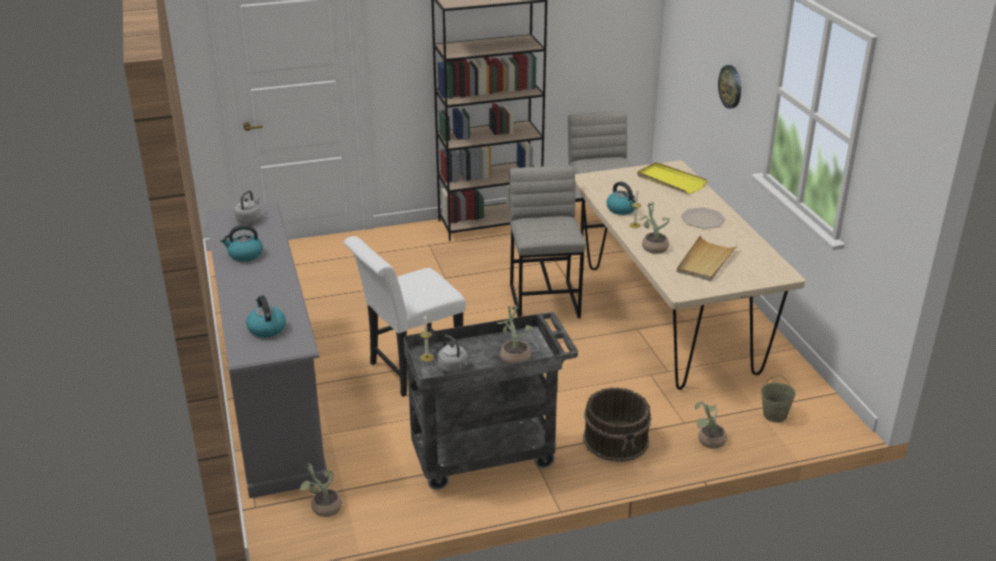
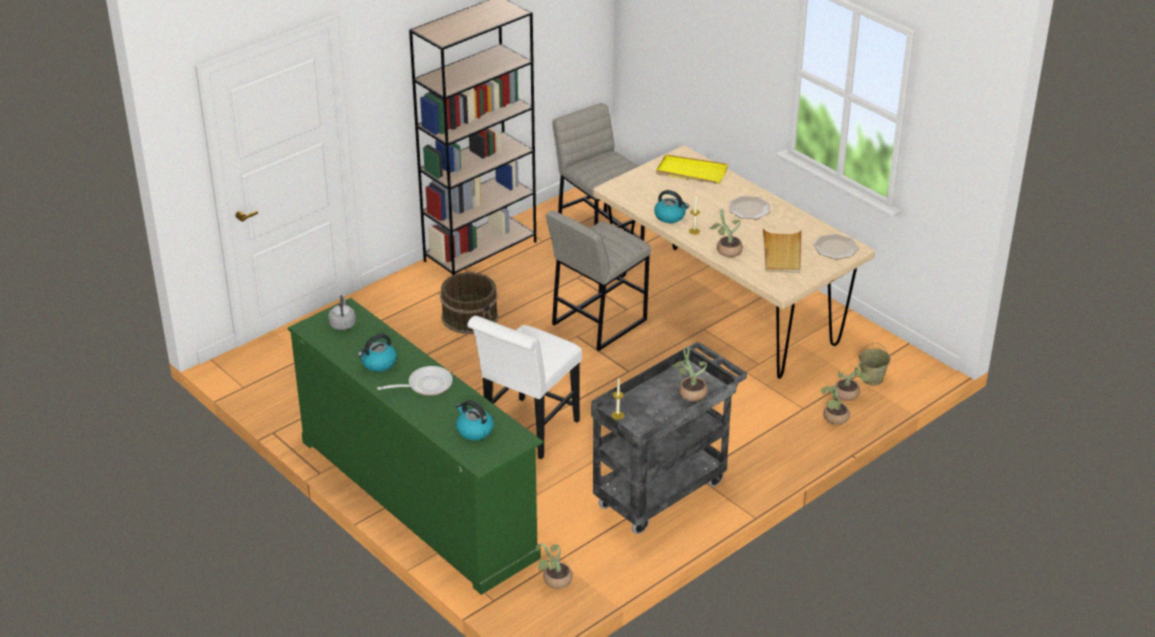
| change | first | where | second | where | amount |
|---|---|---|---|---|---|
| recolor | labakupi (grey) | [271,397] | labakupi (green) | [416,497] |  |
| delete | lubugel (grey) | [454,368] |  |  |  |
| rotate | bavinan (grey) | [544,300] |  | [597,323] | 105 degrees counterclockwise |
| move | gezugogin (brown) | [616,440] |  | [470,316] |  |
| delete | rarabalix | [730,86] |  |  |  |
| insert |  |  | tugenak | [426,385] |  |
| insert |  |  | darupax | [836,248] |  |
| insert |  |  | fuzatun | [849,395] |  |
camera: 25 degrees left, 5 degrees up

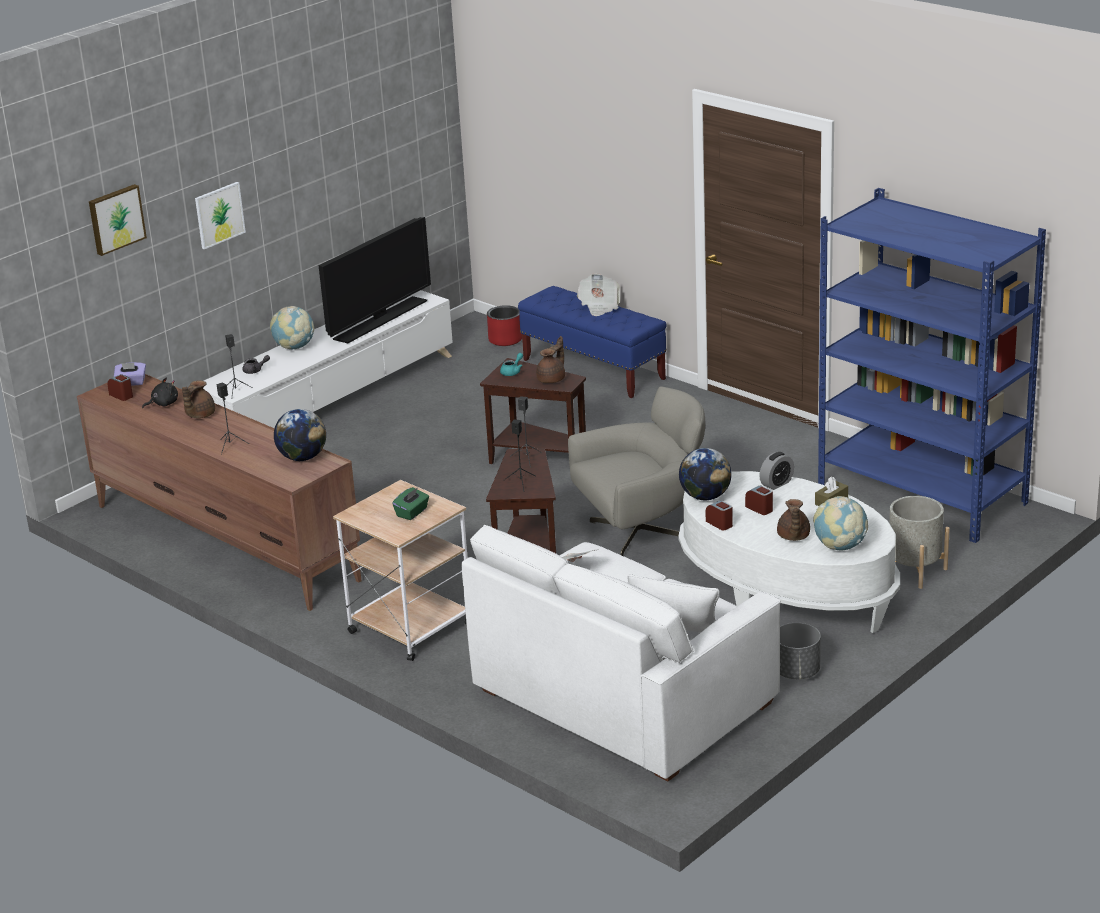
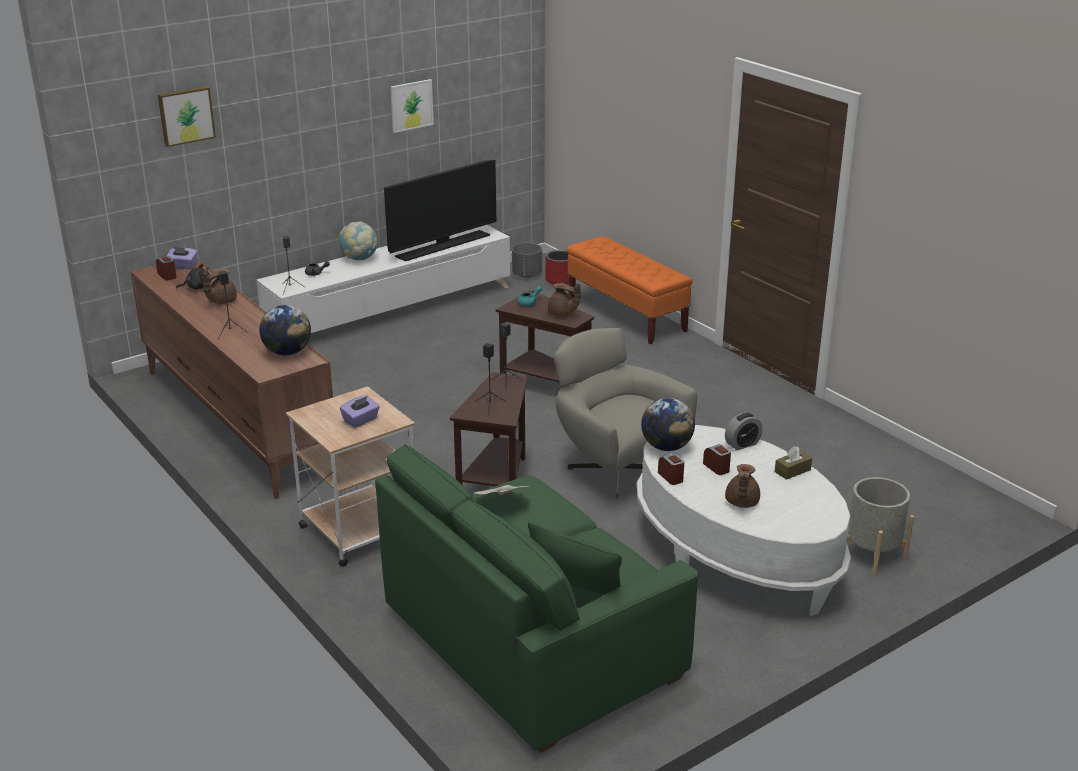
| change | first | where | second | where | amount |
|---|---|---|---|---|---|
| move | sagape | [219,215] |  | [411,105] |  |
| recolor | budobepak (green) | [412,513] | budobepak (purple) | [361,420] |  |
| recolor | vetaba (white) | [624,697] | vetaba (green) | [532,643] |  |
| recolor | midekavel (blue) | [594,370] | midekavel (orange) | [626,315] |  |
| rotate | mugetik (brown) | [552,379] |  | [562,314] | 75 degrees clockwise |
| rotate | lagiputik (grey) | [642,529] |  | [615,468] | 120 degrees counterclockwise |
| delete | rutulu | [599,306] |  |  |  |
| move | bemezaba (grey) | [796,672] |  | [526,275] |  |
| delete | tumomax | [840,546] |  |  |  |
| delete | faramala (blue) | [922,494] |  |  |  |
camera: 10 degrees right, 0 degrees up

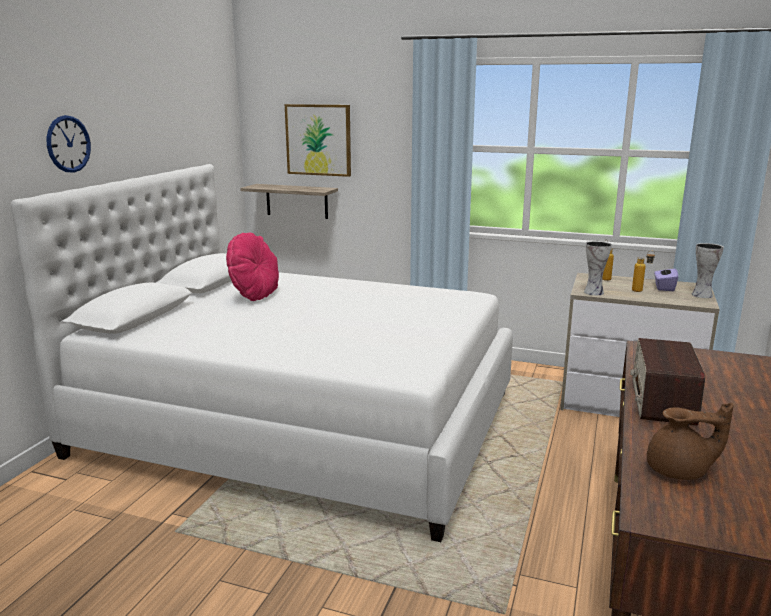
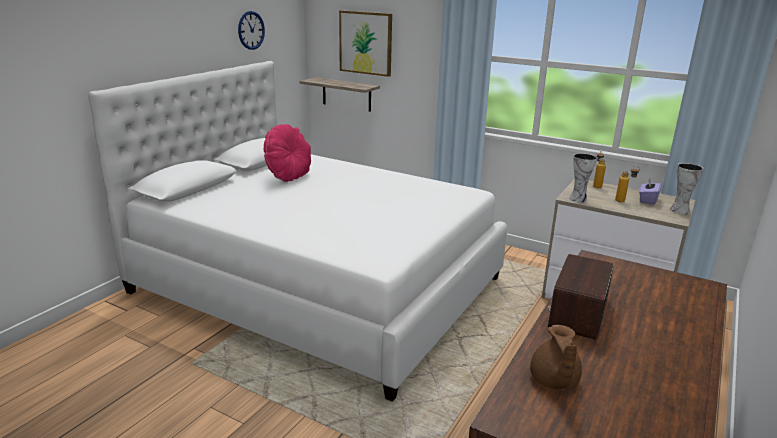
| change | first | where | second | where | amount |
|---|---|---|---|---|---|
| move | rarabalix | [68,144] |  | [251,30] |  |
| rotate | mugetik (brown) | [679,471] |  | [553,381] | 75 degrees clockwise |
camera: 10 degrees right, 5 degrees up

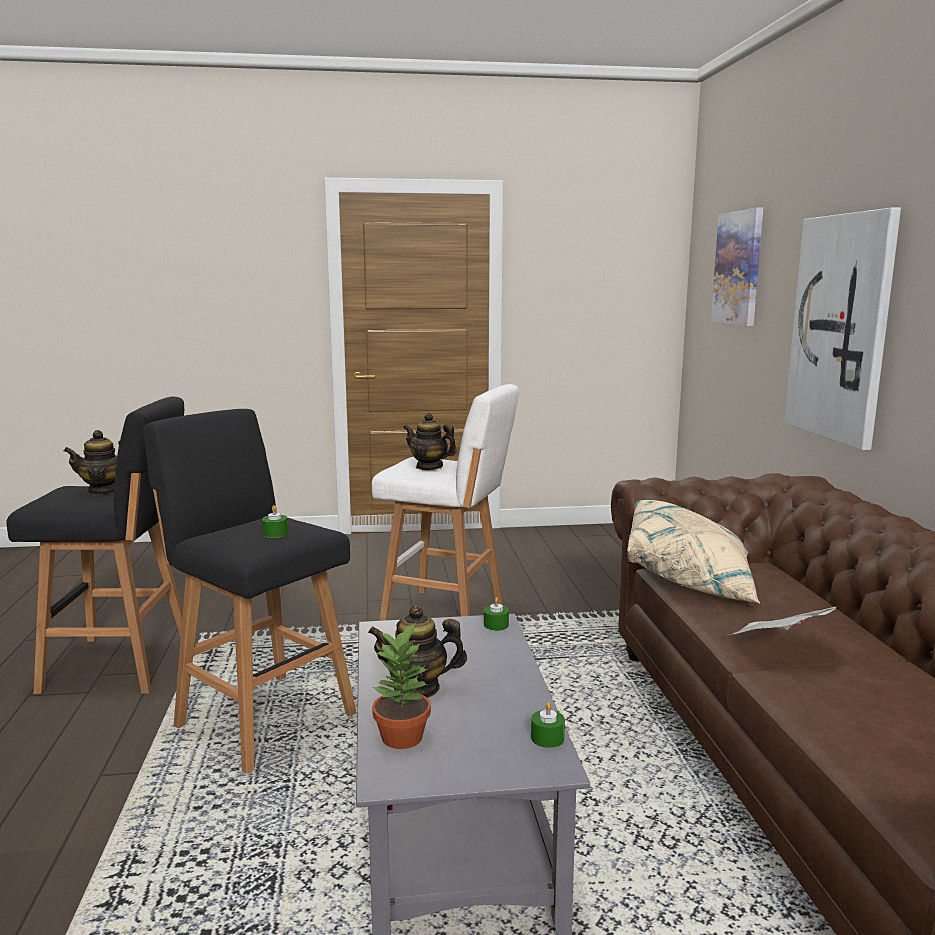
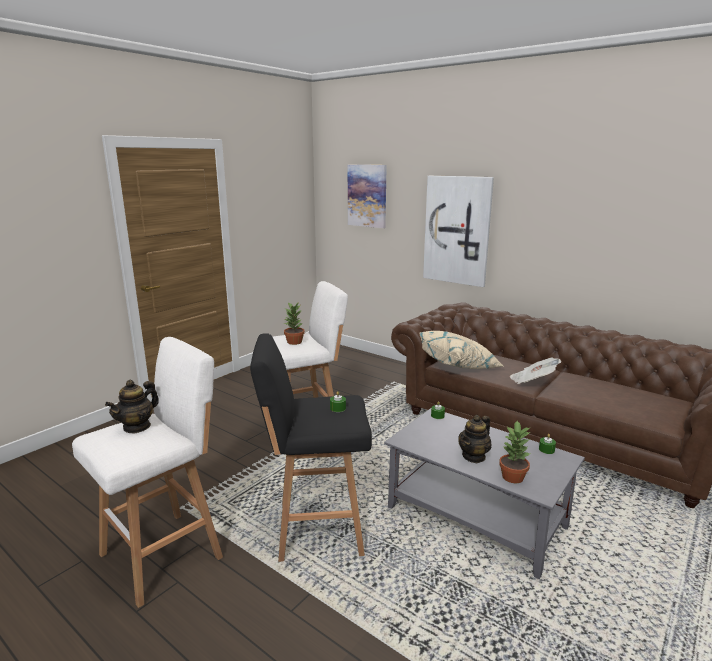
| change | first | where | second | where | amount |
|---|---|---|---|---|---|
| recolor | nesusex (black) | [123,664] | nesusex (white) | [165,553] |  |
| replace | mugetik | [429,467] | fuzatun | [294,342] |  |
camera: 45 degrees left, 5 degrees up

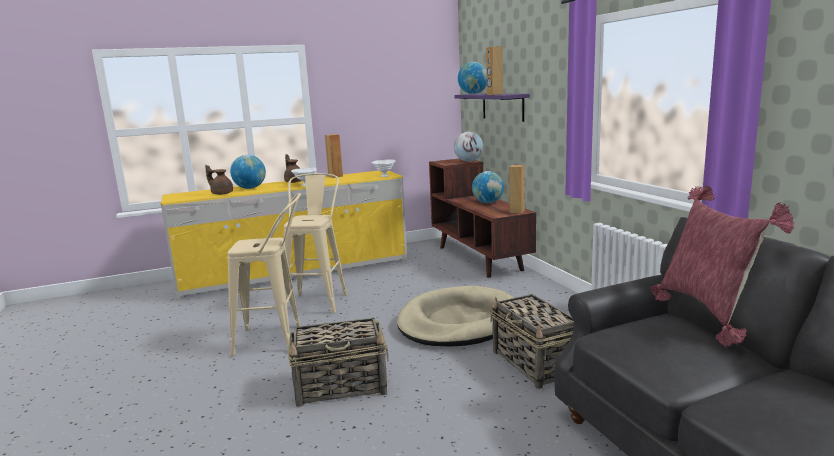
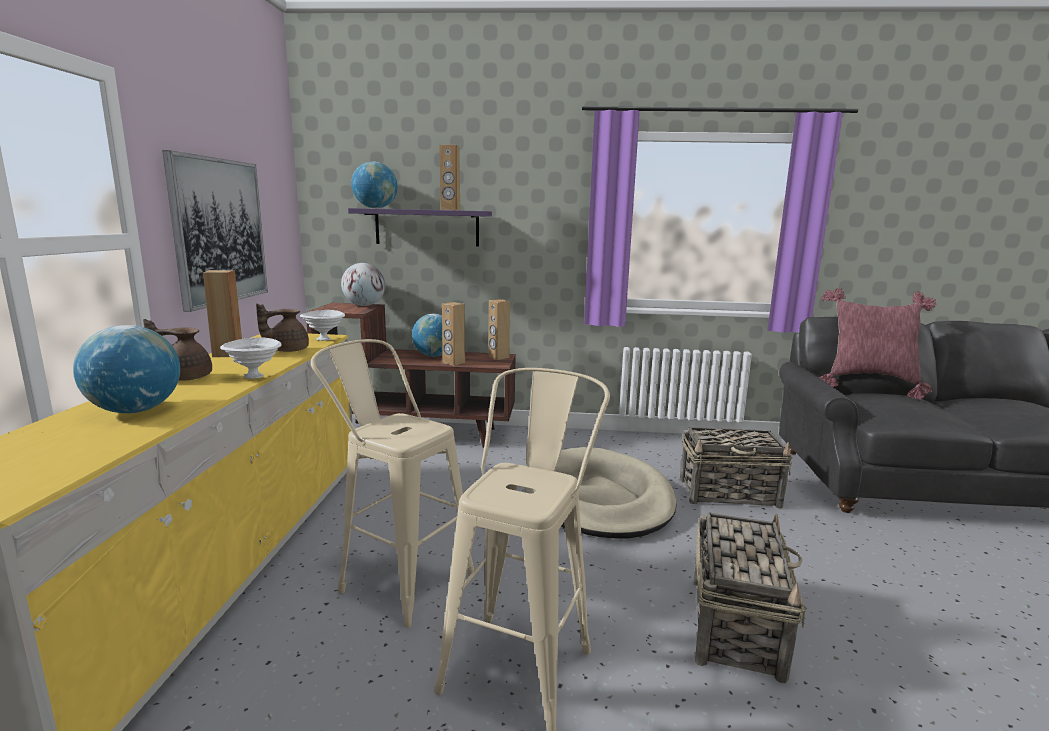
| change | first | where | second | where | amount |
|---|---|---|---|---|---|
| move | mugetik (brown) | [221,193] |  | [287,350] |  |
| insert |  |  | sagape | [219,231] |  |
| insert |  |  | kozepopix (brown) | [453,362] |  |
camera: 65 degrees left, 0 degrees up

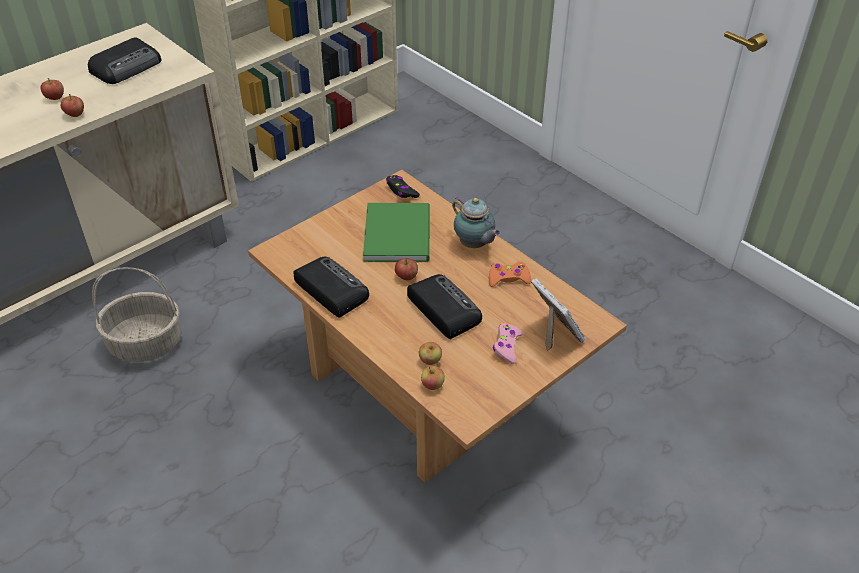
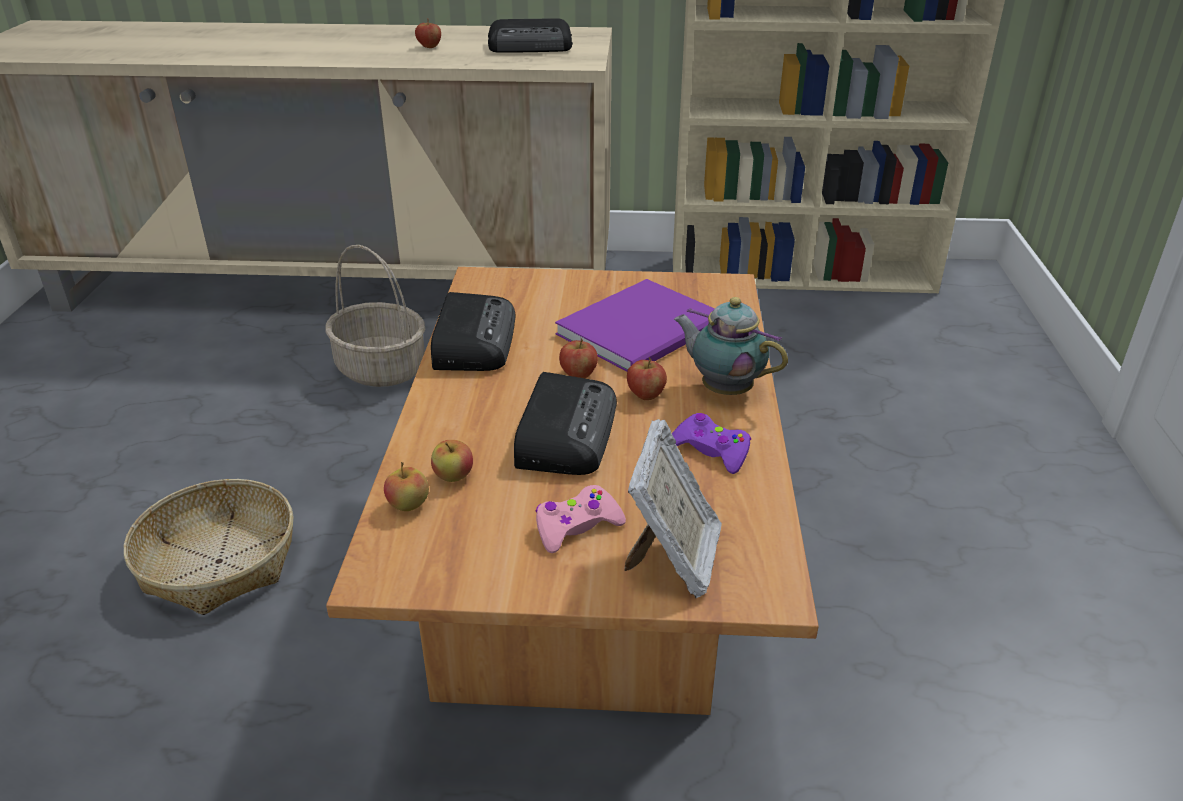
| change | first | where | second | where | amount |
|---|---|---|---|---|---|
| move | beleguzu | [75,115] |  | [645,395] |  |
| recolor | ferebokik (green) | [399,233] | ferebokik (purple) | [646,329] |  |
| delete | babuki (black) | [401,191] |  |  |  |
| rotate | mugetik | [474,245] |  | [723,389] | 120 degrees clockwise |
| recolor | babuki (orange) | [508,278] | babuki (purple) | [711,450] |  |
| insert |  |  | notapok | [218,561] |  |
camera: 45 degrees right, 10 degrees down

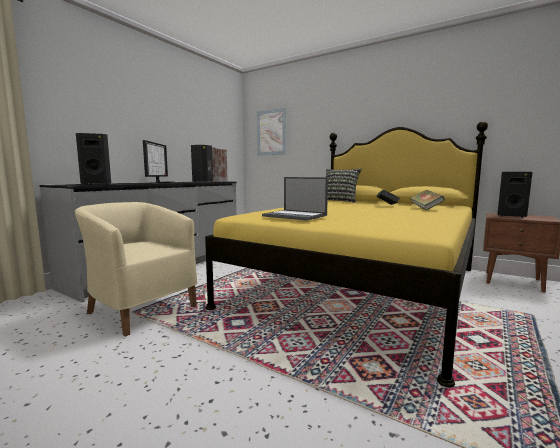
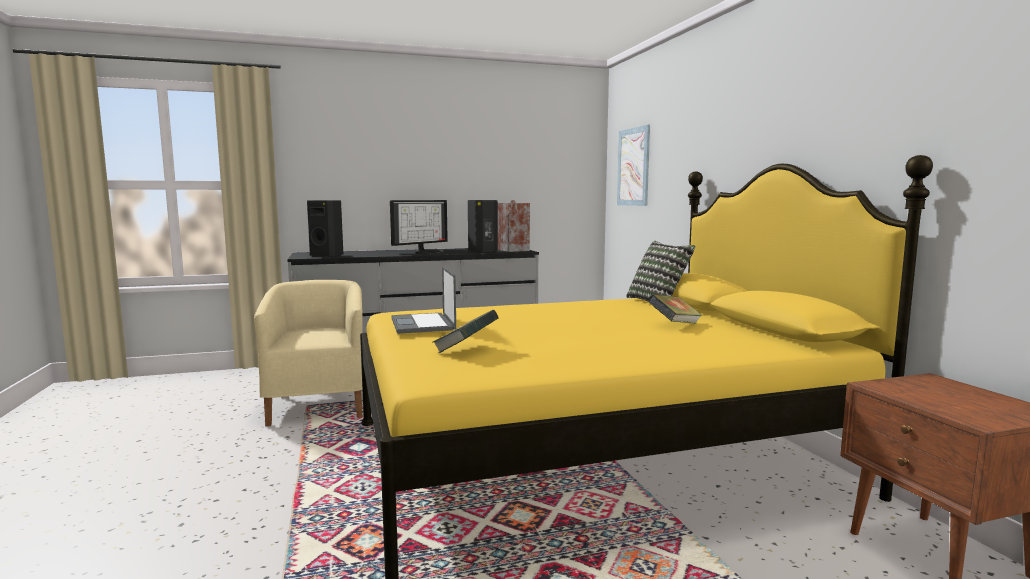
| change | first | where | second | where | amount |
|---|---|---|---|---|---|
| move | ferebokik | [425,209] |  | [466,349] |  |
| delete | kozepopix (black) | [510,216] |  |  |  |
camera: 40 degrees right, 0 degrees up

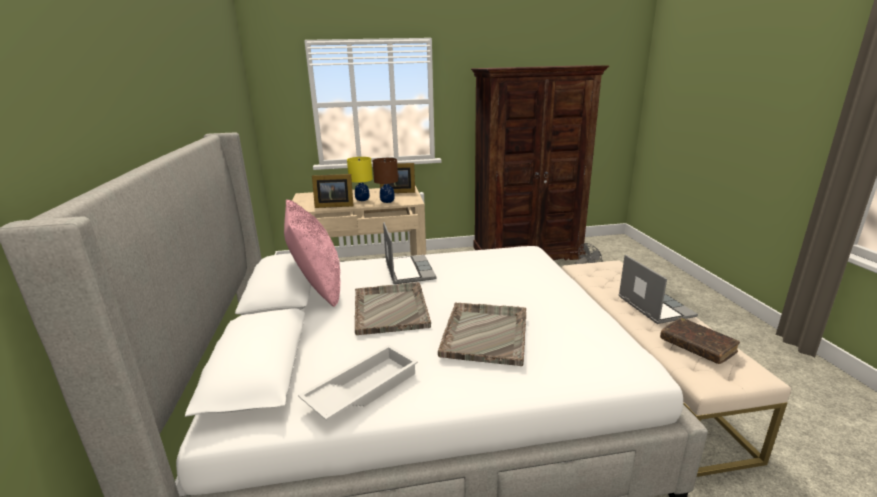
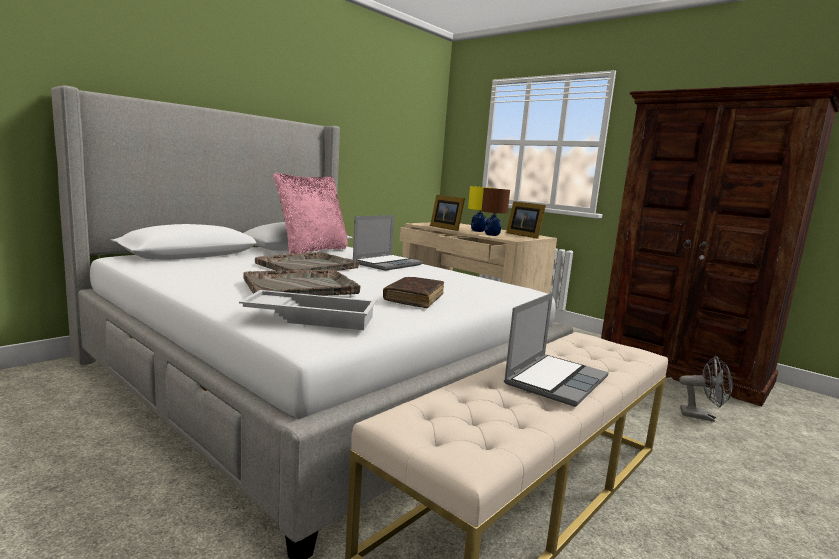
| change | first | where | second | where | amount |
|---|---|---|---|---|---|
| move | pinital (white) | [362,388] |  | [311,317] |  |
| move | ferebokik (brown) | [697,346] |  | [414,299] |  |
camera: 50 degrees right, 10 degrees down

